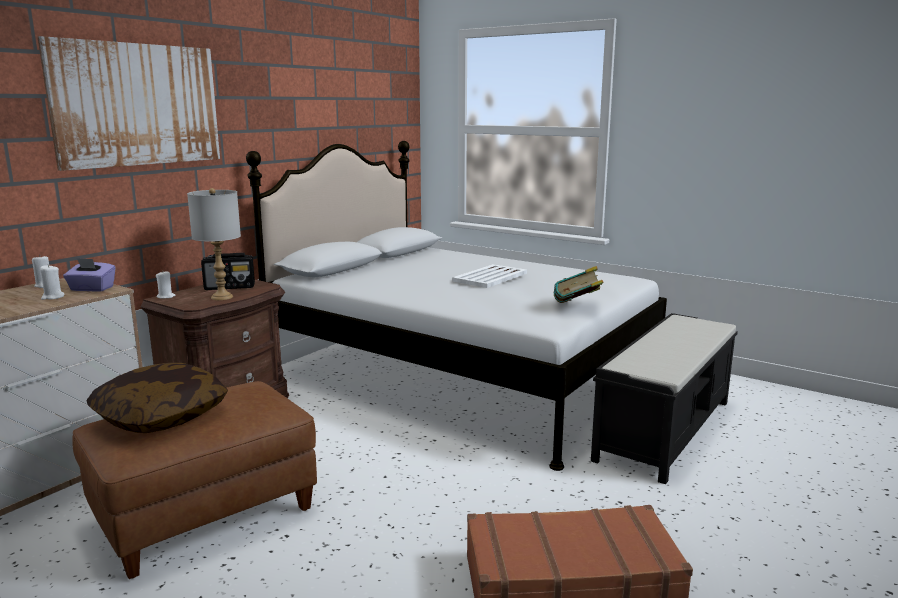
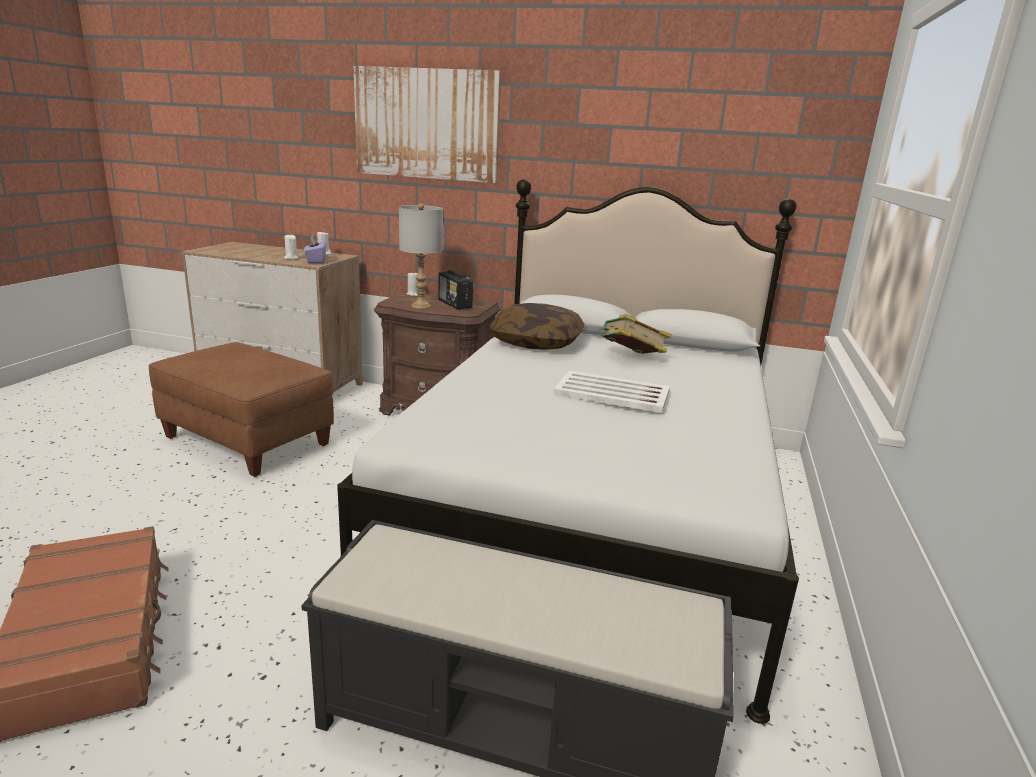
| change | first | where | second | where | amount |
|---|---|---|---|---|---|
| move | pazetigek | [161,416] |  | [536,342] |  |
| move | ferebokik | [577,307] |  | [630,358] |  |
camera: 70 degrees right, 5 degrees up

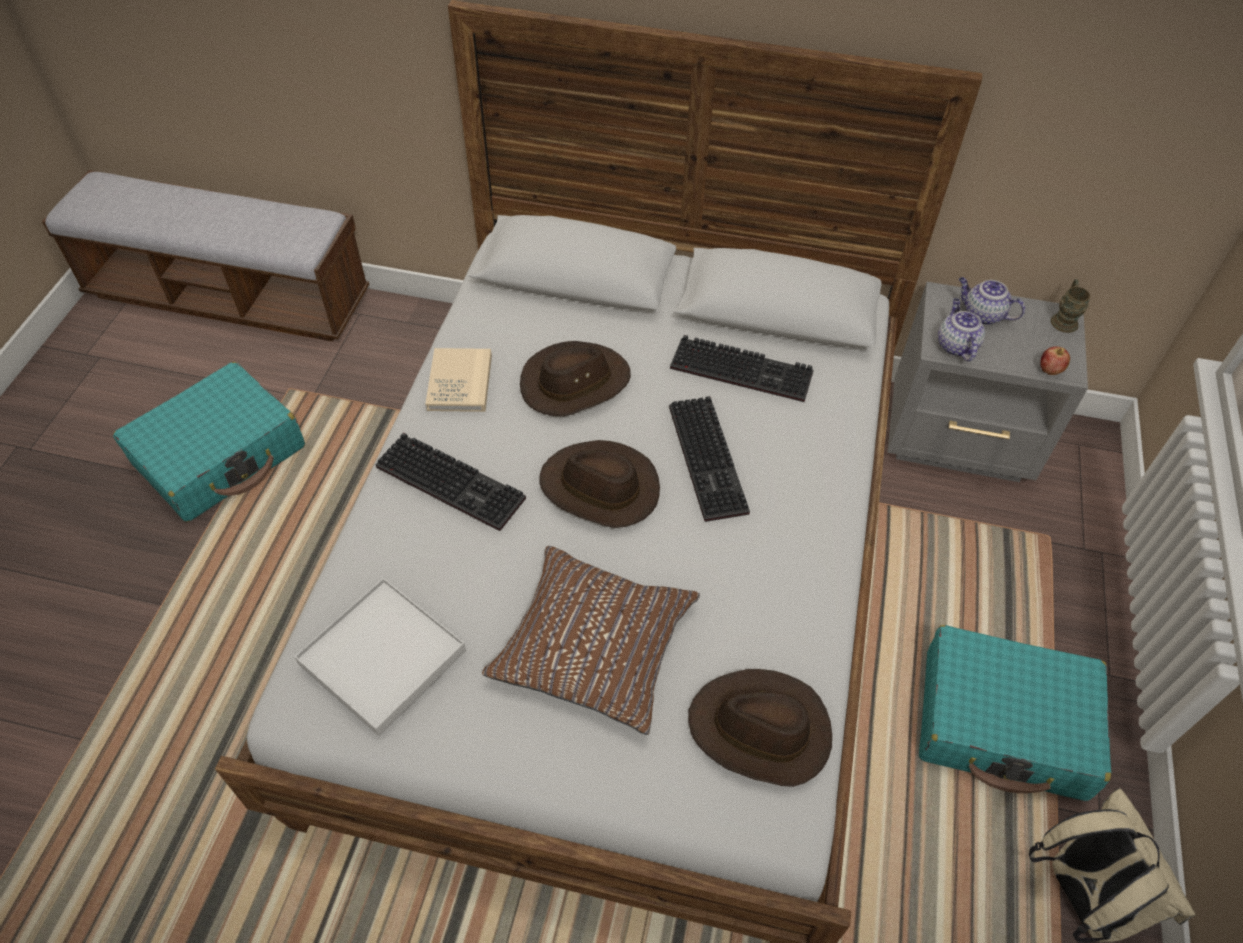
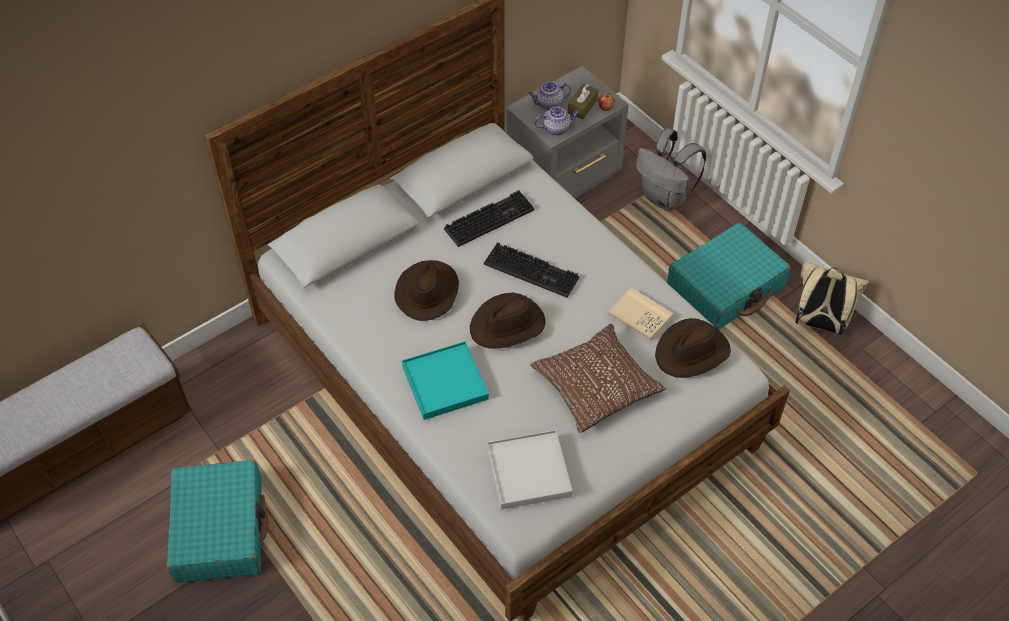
| change | first | where | second | where | amount |
|---|---|---|---|---|---|
| replace | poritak | [454,482] | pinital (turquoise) | [445,382] |  |
| move | ferebokik (beige) | [460,382] |  | [640,316] |  |
| rotate | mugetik | [955,345] |  | [556,128] | 135 degrees clockwise |
| delete | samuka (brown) | [1064,319] |  |  |  |
| insert |  |  | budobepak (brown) | [582,106] |  |
| insert |  |  | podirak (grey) | [665,198] |  |
camera: 50 degrees left, 0 degrees up

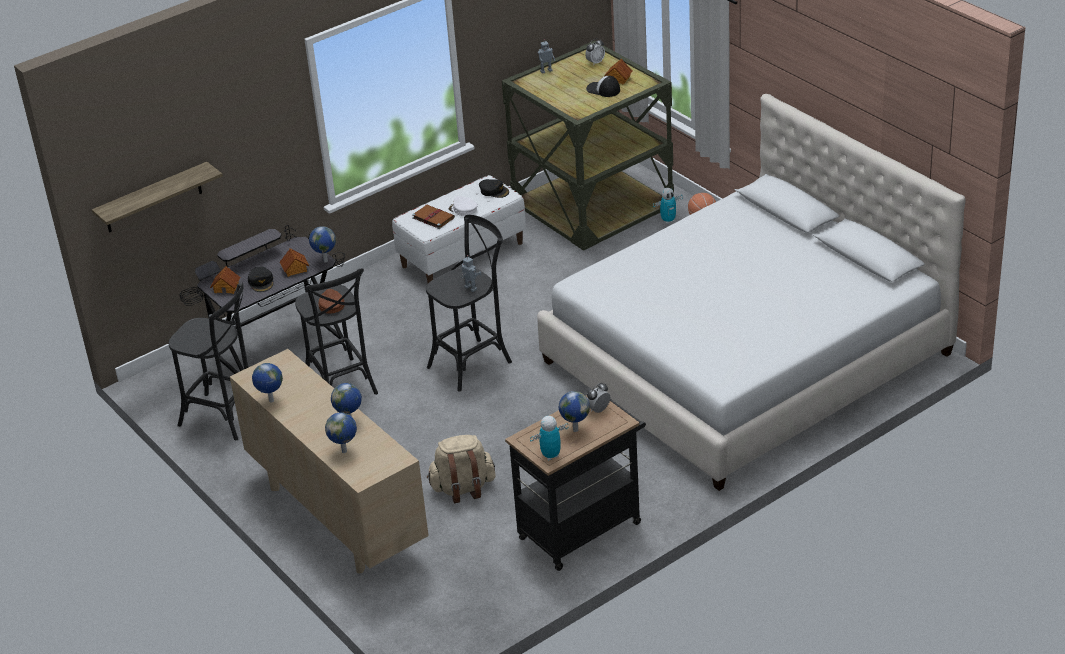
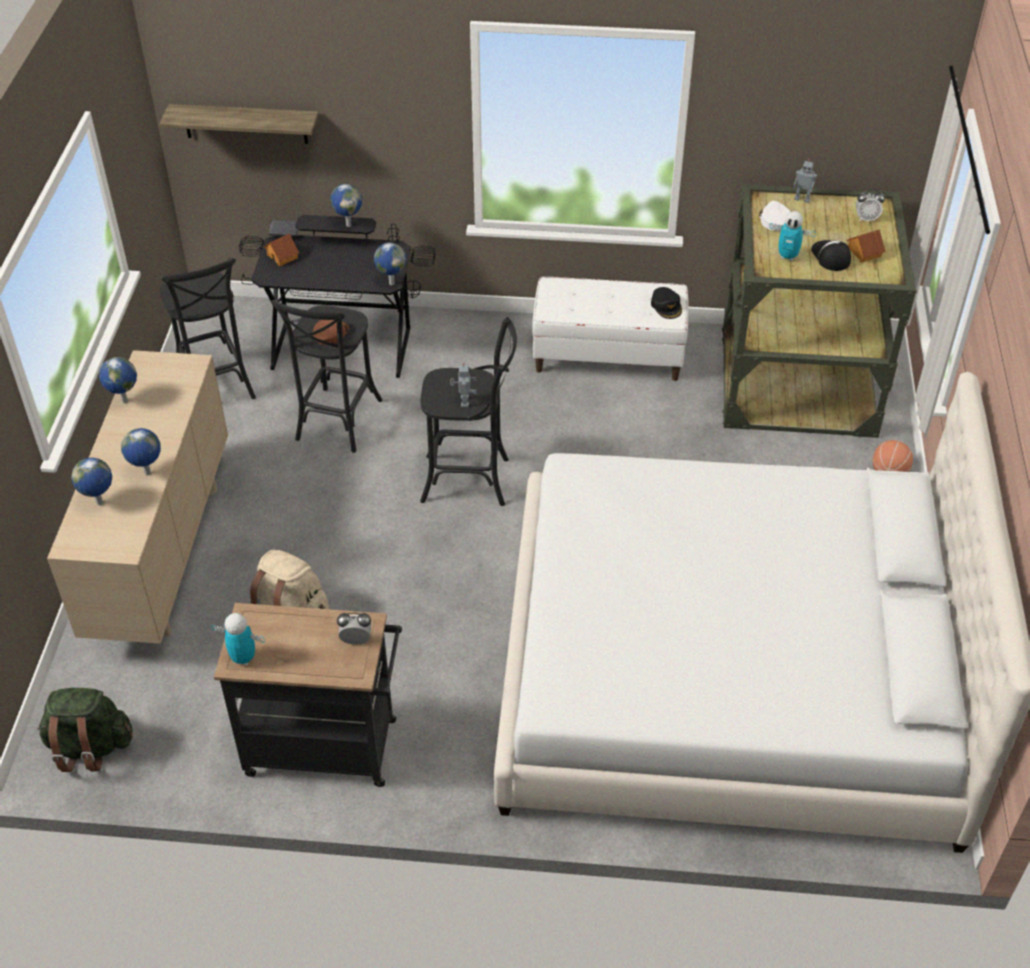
| change | first | where | second | where | amount |
|---|---|---|---|---|---|
| delete | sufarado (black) | [261,282] |  |  |  |
| delete | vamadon | [295,269] |  |  |  |
| delete | ferebokik (brown) | [432,218] |  |  |  |
| move | sufarado (white) | [463,209] |  | [774,220] |  |
| move | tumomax | [575,430] |  | [348,225] |  |
| move | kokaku | [668,220] |  | [787,256] |  |
| insert |  |  | podirak (green) | [90,747] |  |
camera: 40 degrees right, 10 degrees up

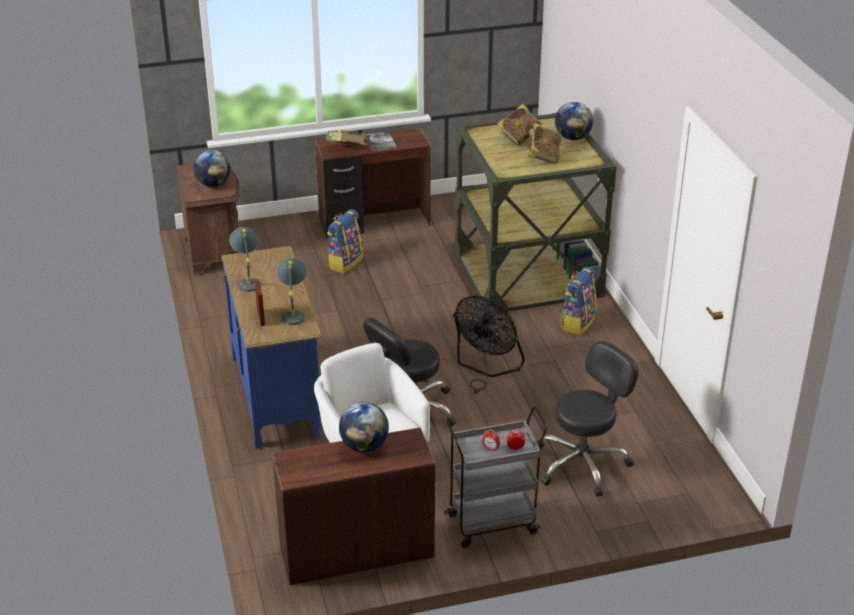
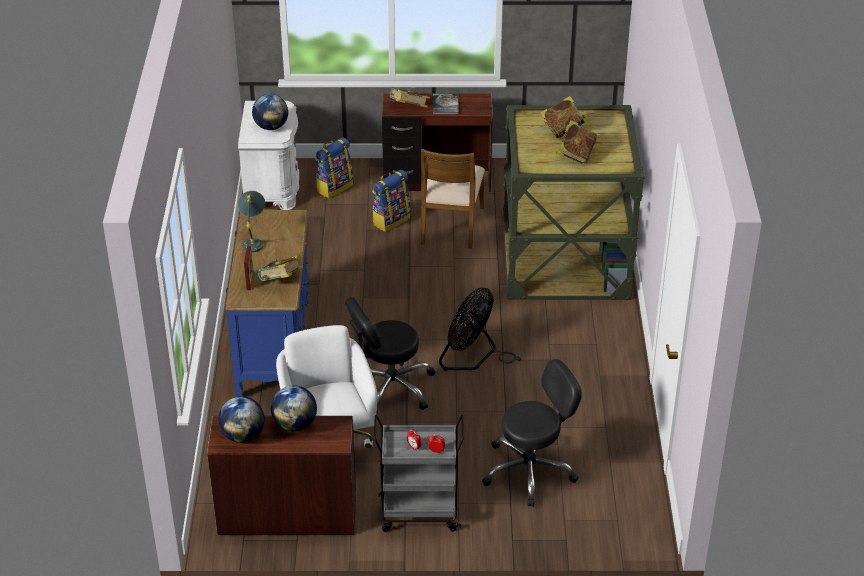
| change | first | where | second | where | amount |
|---|---|---|---|---|---|
| recolor | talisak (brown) | [215,251] | talisak (white) | [273,188] |  |
| replace | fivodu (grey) | [294,313] | ferebokik | [281,282] |  |
| rotate | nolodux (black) | [482,367] |  | [477,354] | 105 degrees counterclockwise |
| move | tumomax | [572,138] |  | [243,435] |  |
| move | podirak | [577,322] |  | [334,187] |  |
| insert |  |  | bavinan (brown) | [450,225] |  |
camera: 15 degrees right, 5 degrees up

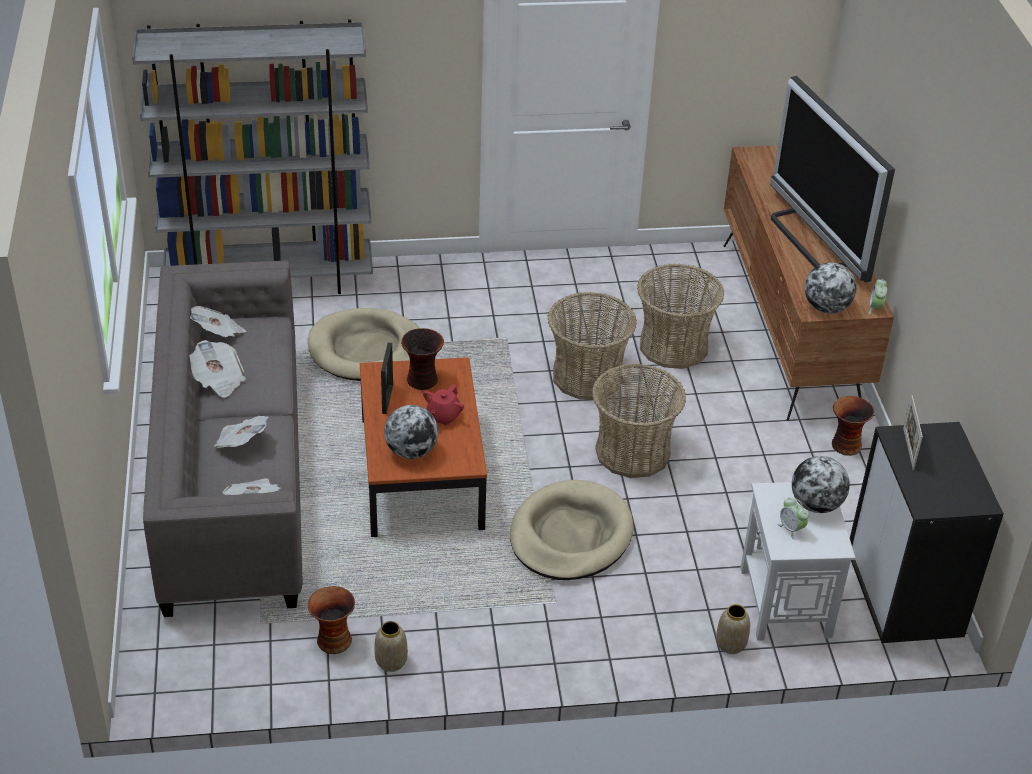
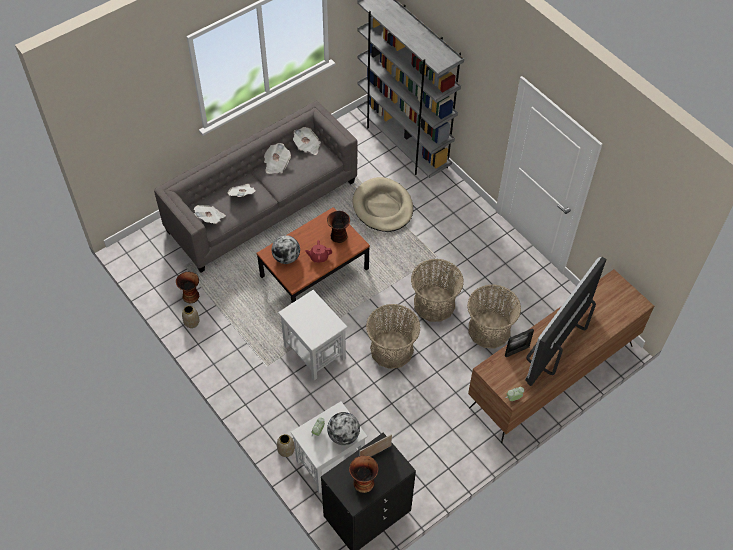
| change | first | where | second | where | amount |
|---|---|---|---|---|---|
| move | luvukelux | [387,399] |  | [517,351] |  |
| replace | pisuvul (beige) | [570,535] | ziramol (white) | [314,351] |  |
| delete | tumomax | [826,308] |  |  |  |
| move | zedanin | [845,445] |  | [363,482] |  |
camera: 60 degrees right, 15 degrees up

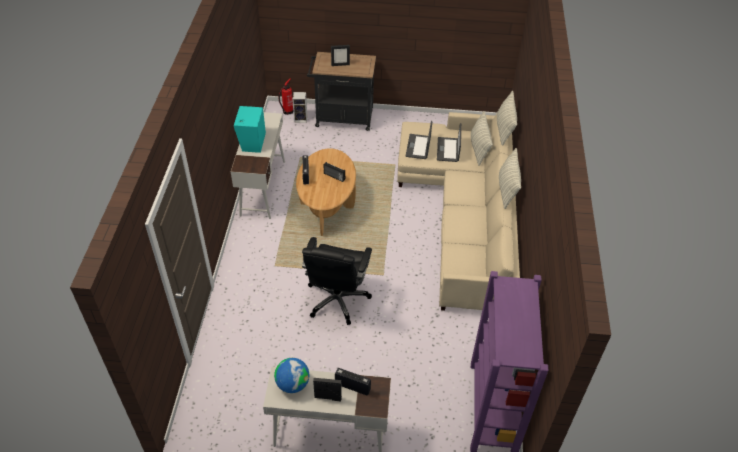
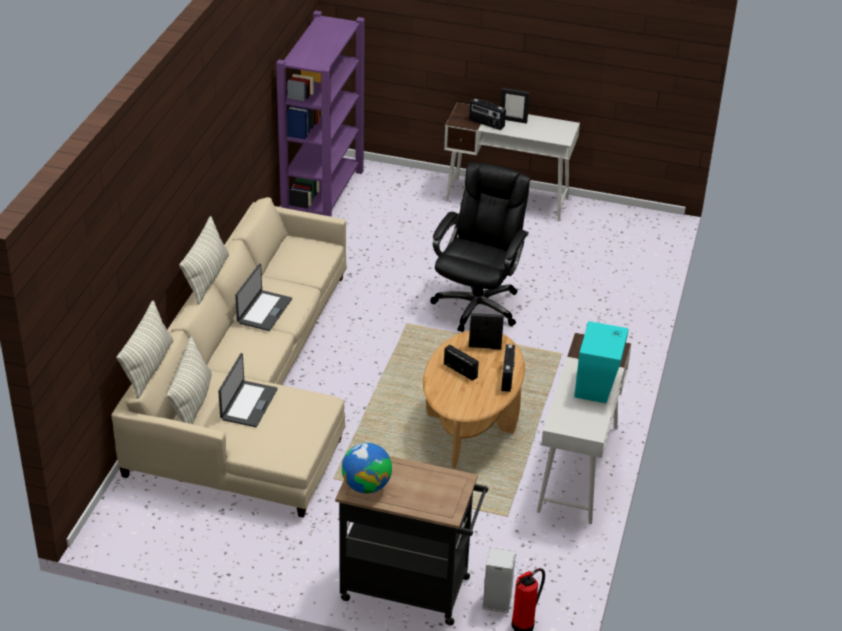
| change | first | where | second | where | amount |
|---|---|---|---|---|---|
| move | tumomax | [292,384] |  | [366,486] |  |
| move | luvukelux | [340,64] |  | [485,347] |  |
| move | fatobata | [418,147] |  | [264,311] |  |
camera: 170 degrees left, 10 degrees down

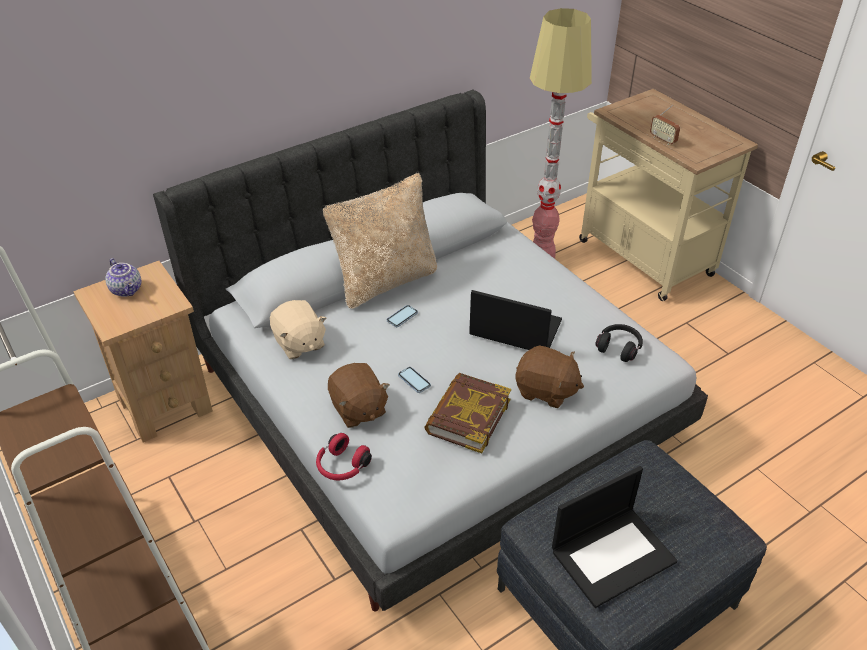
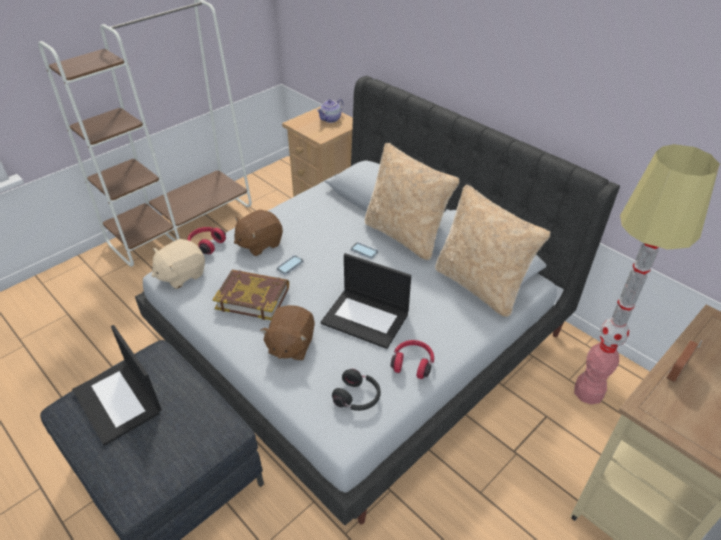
| change | first | where | second | where | amount |
|---|---|---|---|---|---|
| move | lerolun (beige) | [299,343] |  | [181,275] |  |
| rotate | fatobata | [514,328] |  | [366,318] | 105 degrees clockwise |
| insert |  |  | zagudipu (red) | [412,363] |  |
| insert |  |  | pazetigek (beige) | [479,288] |  |
camera: 80 degrees right, 0 degrees up

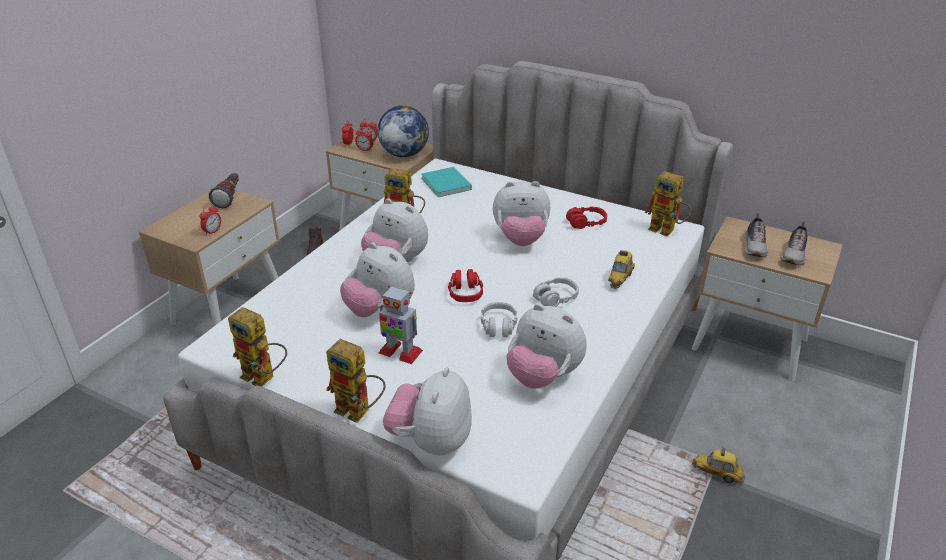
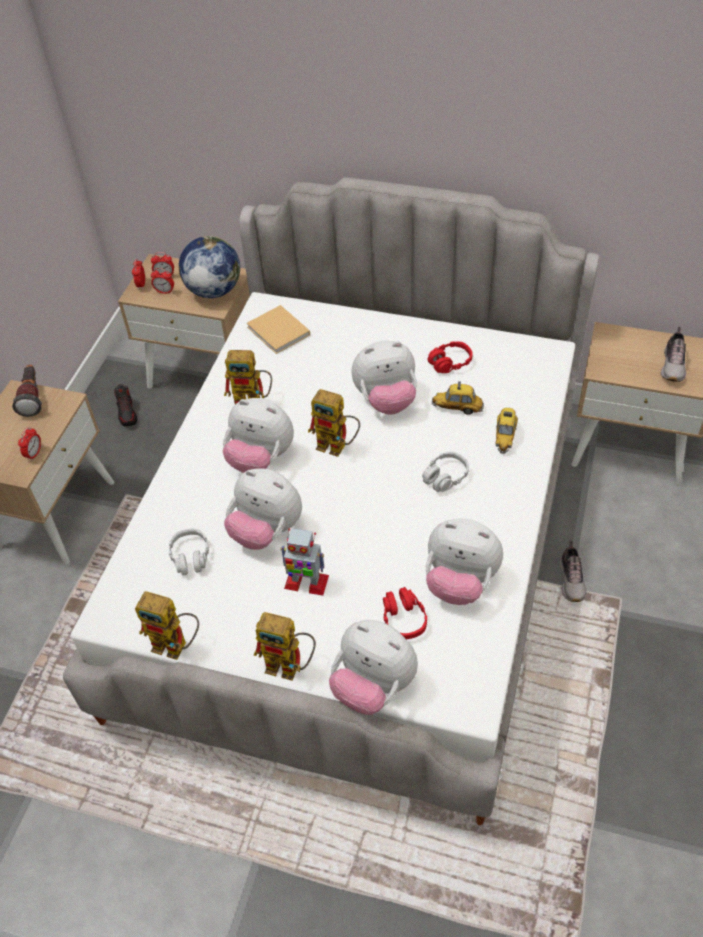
| change | first | where | second | where | amount |
|---|---|---|---|---|---|
| rotate | lerolun | [431,441] |  | [373,686] | 60 degrees counterclockwise |
| recolor | ferebokik (turquoise) | [446,184] | ferebokik (beige) | [279,332] |  |
| move | zagudipu (red) | [465,293] |  | [404,619] |  |
| move | zagudipu (grey) | [498,326] |  | [190,557] |  |
| move | kokaku | [667,230] |  | [337,446] |  |
| move | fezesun | [717,473] |  | [457,408] |  |
| move | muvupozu | [755,247] |  | [572,580] |  |
camera: 10 degrees left, 15 degrees up

